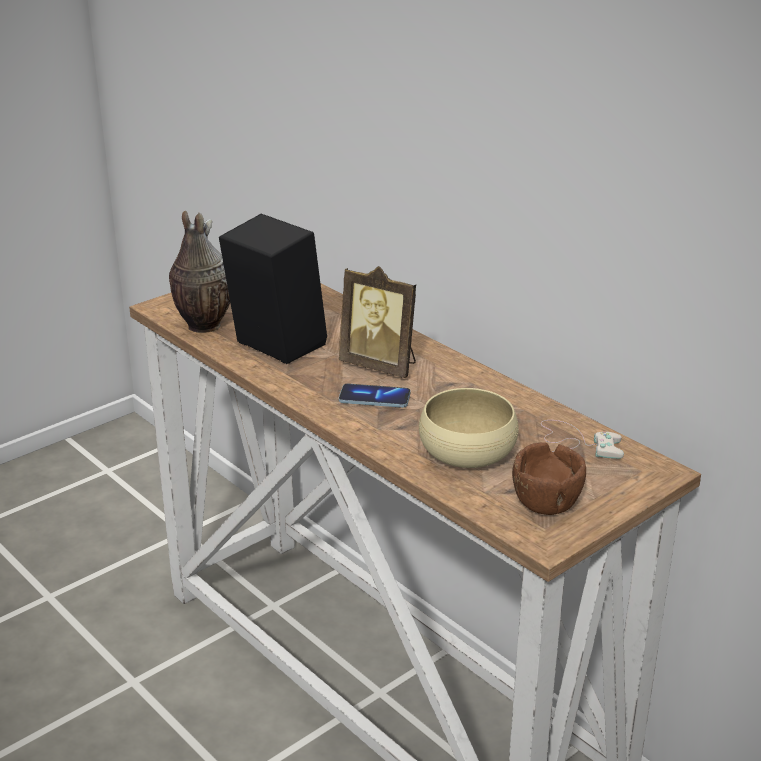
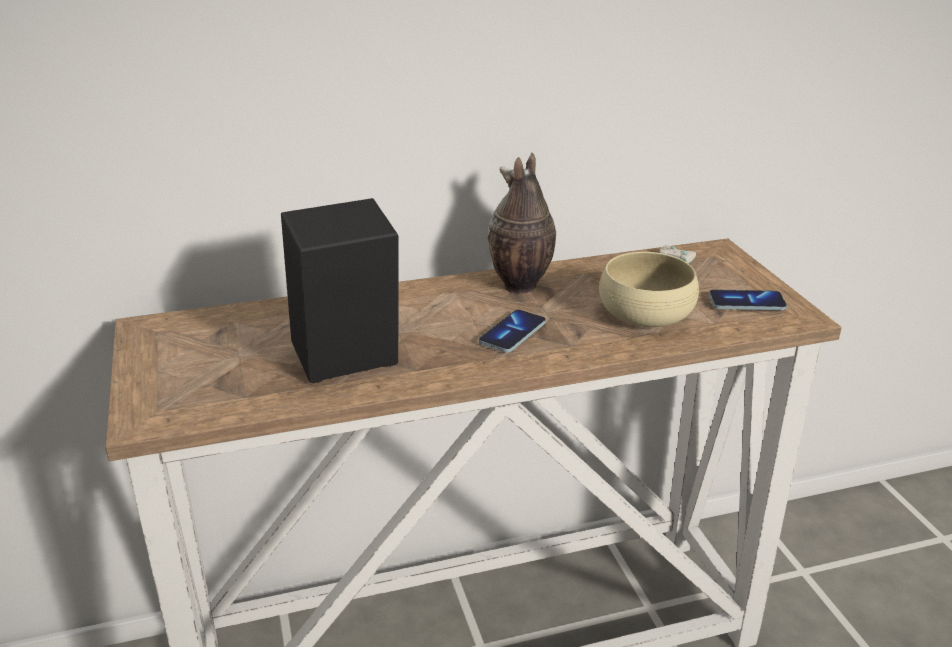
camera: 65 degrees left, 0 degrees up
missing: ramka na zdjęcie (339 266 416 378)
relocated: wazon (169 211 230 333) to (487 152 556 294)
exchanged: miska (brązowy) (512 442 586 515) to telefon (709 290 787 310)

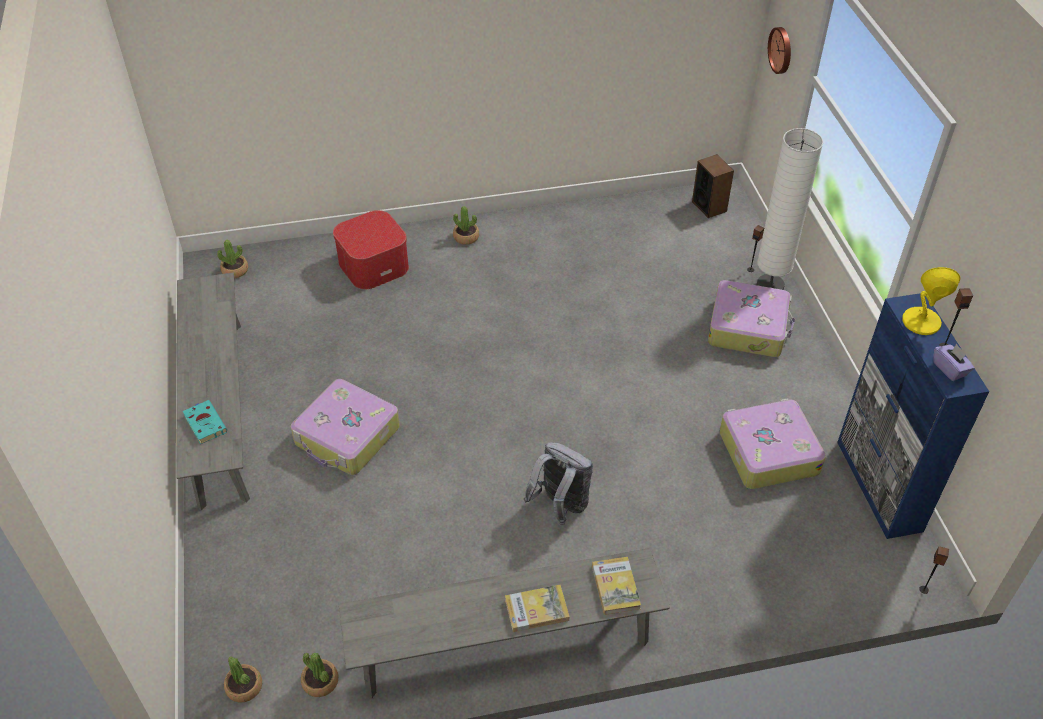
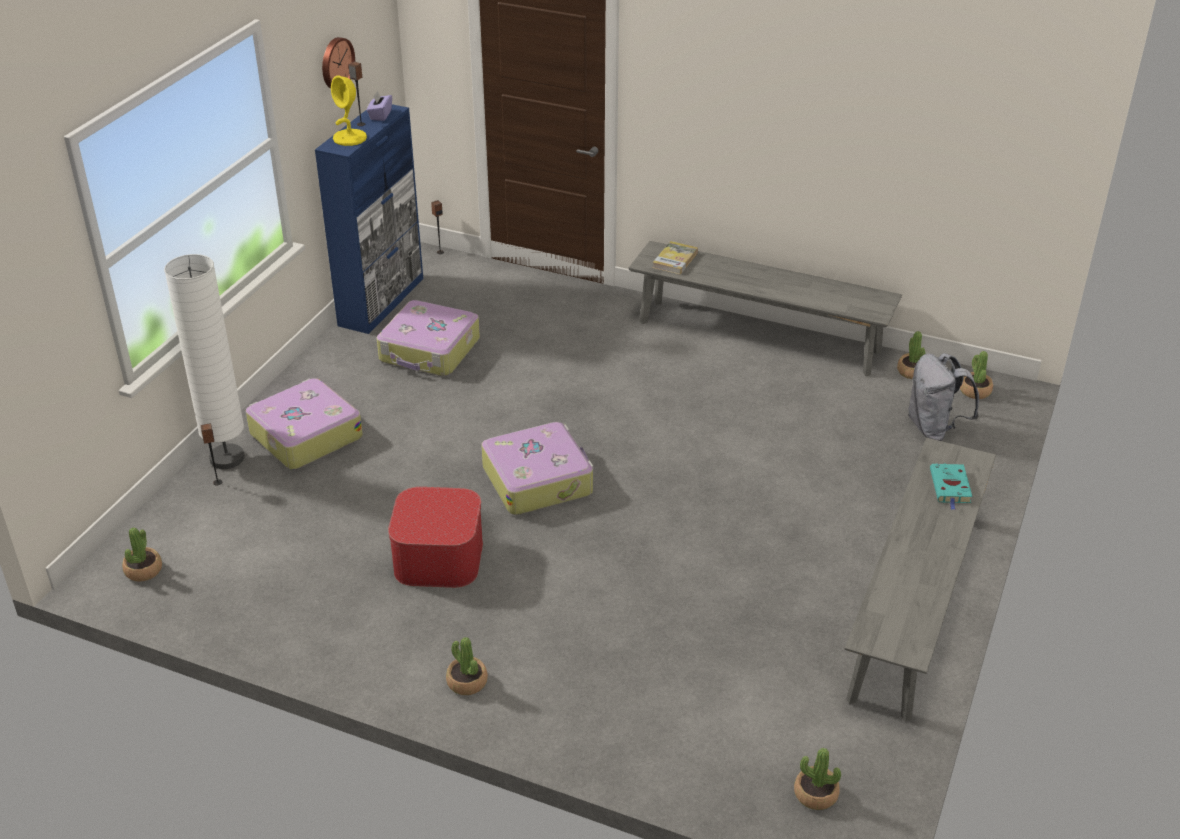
camera: 145 degrees left, 10 degrees down
missing: książka (505 585 570 632)
relocated: walizka (291 379 400 475) to (481 422 593 515); pufa (333 210 409 289) to (388 487 483 588); plecak (szary) (524 442 593 525) to (908 353 979 441); zegar ścienny (768 27 791 74) to (322 37 355 89)
exchanged: głośnik (692 154 734 218) to roślina doniczkowa (122 528 162 581)

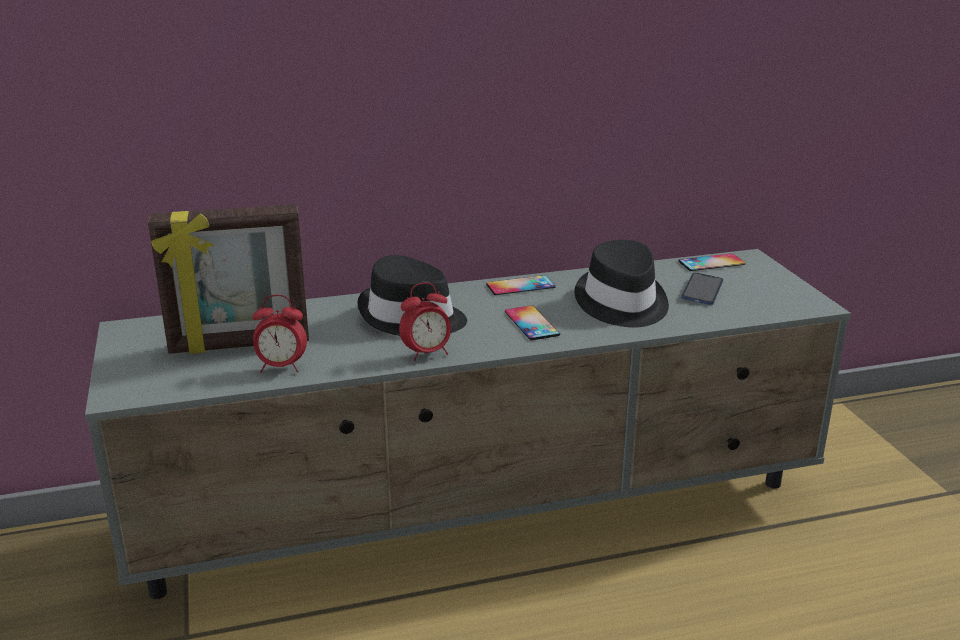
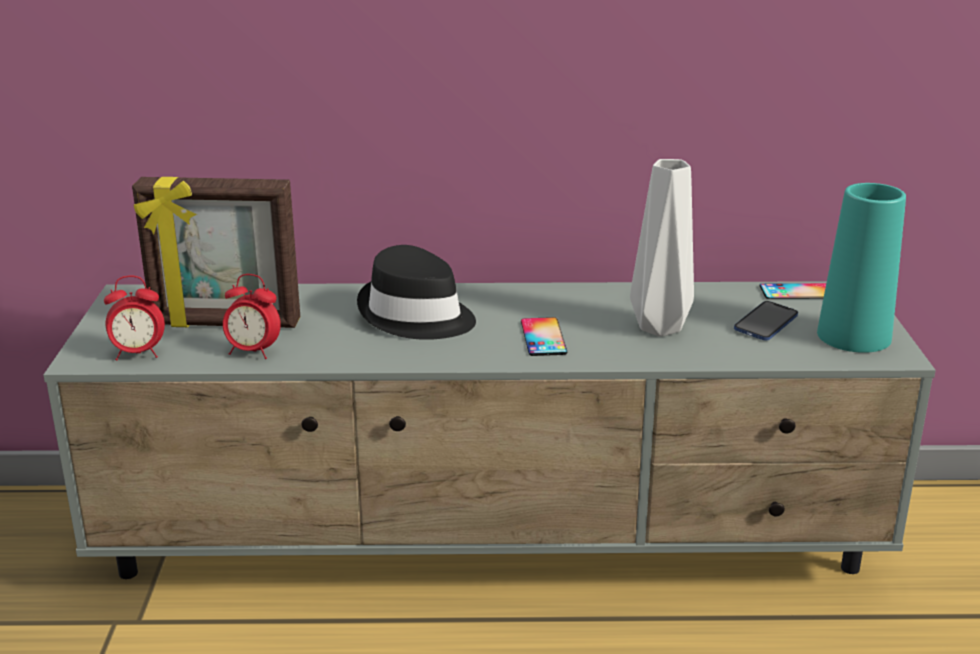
camera: 15 degrees right, 0 degrees up
missing: telefon (486 275 555 295)
appeared: wazon (turkusowy) (817 183 906 353)
relocated: budzik (399 282 451 361) to (104 276 165 361)
exchanged: kapelusz (czarny) (574 240 669 328) to wazon (szary) (630 159 694 337)

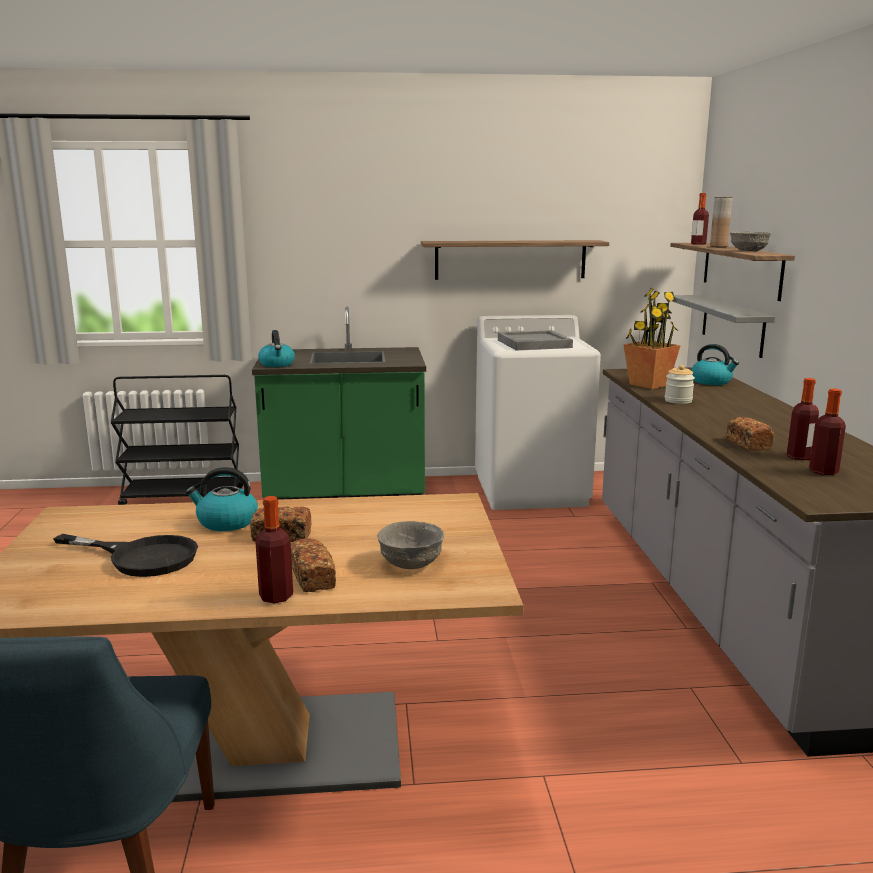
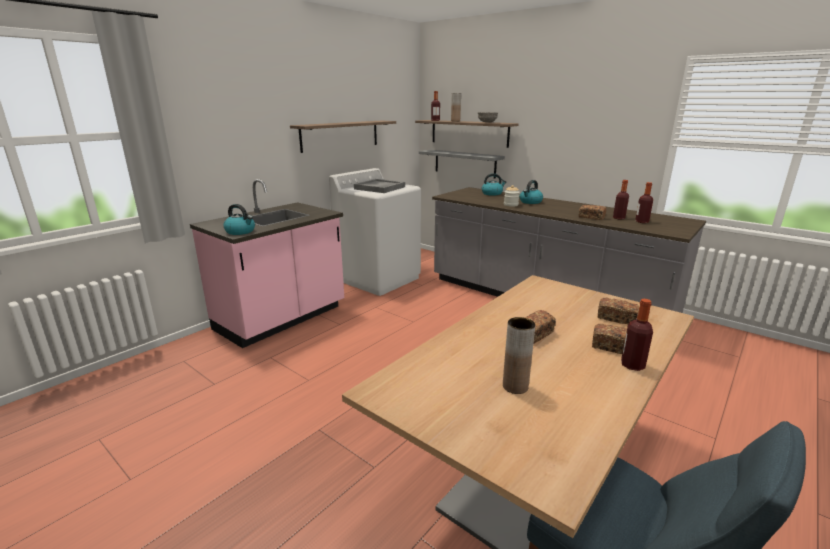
camera: 45 degrees left, 5 degrees up
missing: wózek (czarny) (111 375 243 505); roślina doniczkowa (623 288 681 389)
relocated: czajnik (186 467 258 531) to (519 180 543 204)
exchanged: patelnia (czarny) (53 534 198 577) to wazon (brązowy) (503 317 535 394); miska (szary) (378 521 444 569) to chleb (598 298 639 324)
colour: zabudowa kuchenna (zielony) (252 307 426 500) to zabudowa kuchenna (różowy) (190 179 344 348)

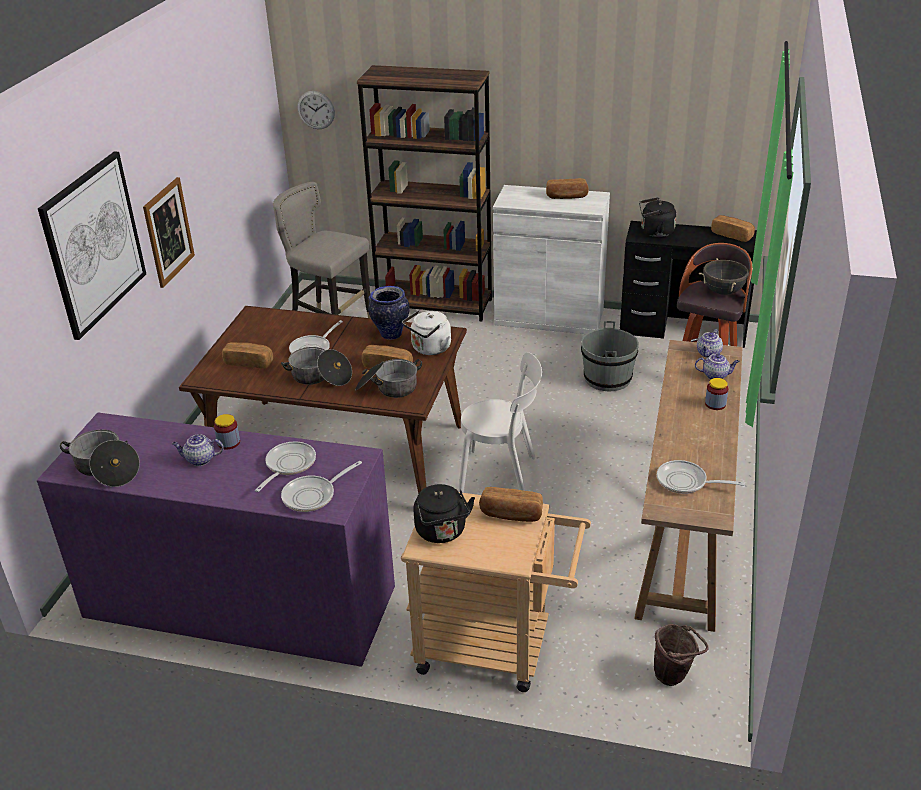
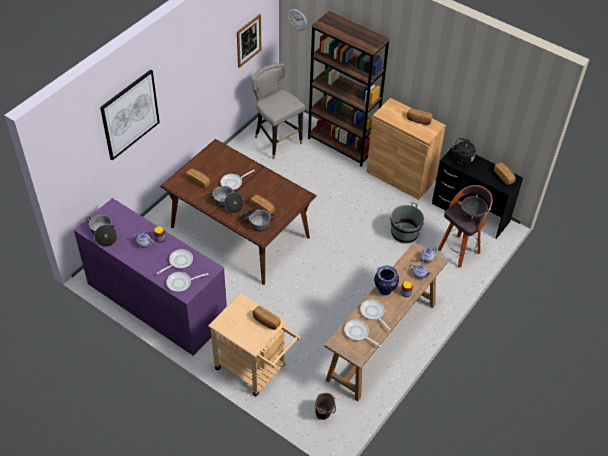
camera: 20 degrees right, 15 degrees up
missing: czajnik (biały) (402 310 451 355); czajnik (czarny) (413 484 475 543); krzesło (biały) (458 352 542 493)
appeared: patelnia (360 299 391 330)
relocated: obraz (143 177 195 288) to (237 14 261 68); wazon (368 286 410 340) to (374 266 399 295)
colour: szafka (biały) (493 185 610 334) to szafka (brązowy) (366 98 446 200)

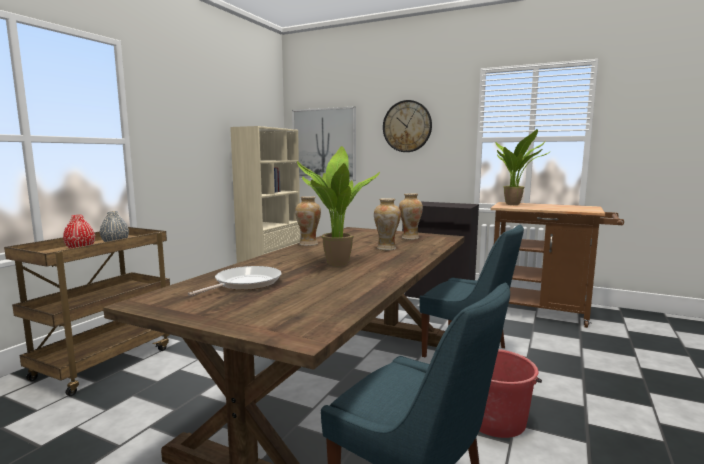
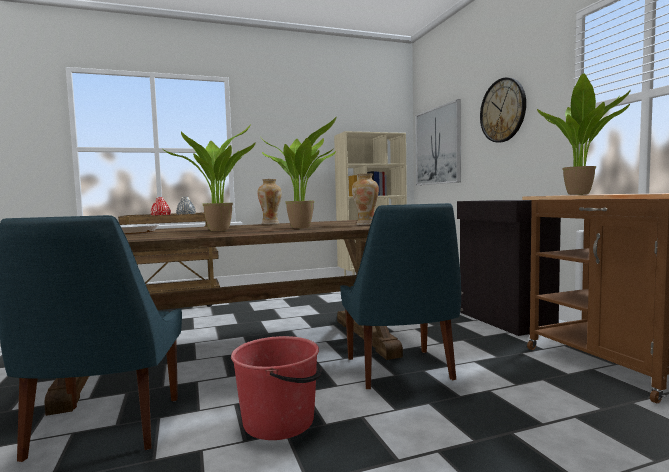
camera: 45 degrees right, 5 degrees down
exchanged: wazon (374 198 401 251) to roślina doniczkowa (261 117 336 228)

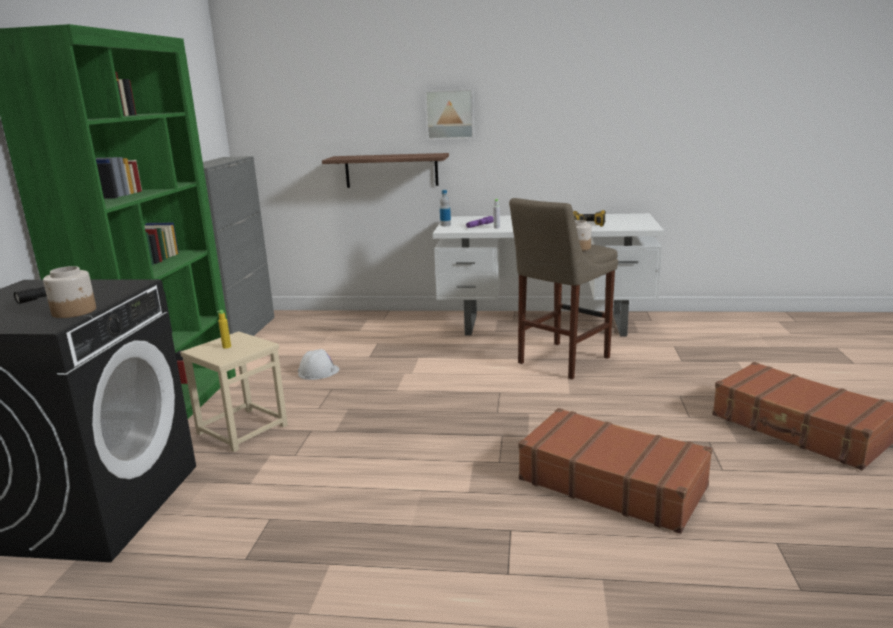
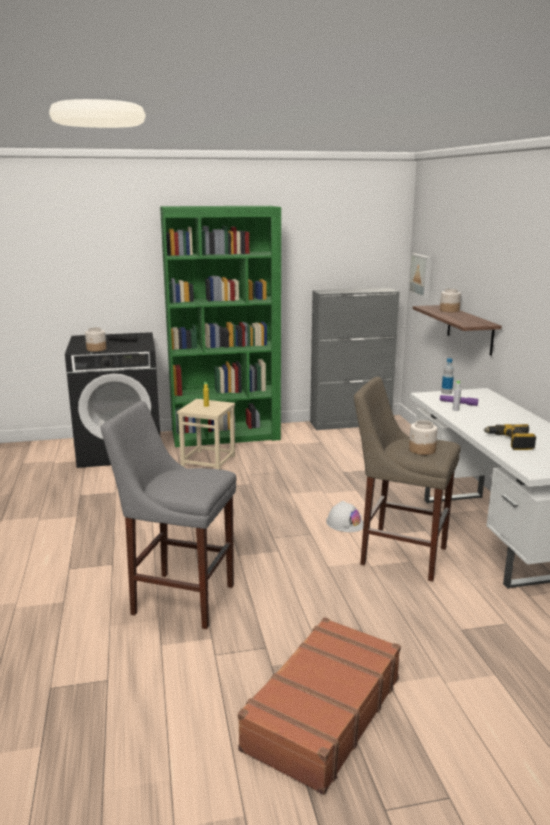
camera: 70 degrees right, 0 degrees up
appeared: słoik (440 289 461 312)
relocated: kask (biały) (298 349 339 380) to (326 501 364 532); obraz (424 88 475 140) to (408 253 432 298)
exchanged: walizka (brązowy) (518 408 712 534) to stołek (szary) (101 401 236 629)

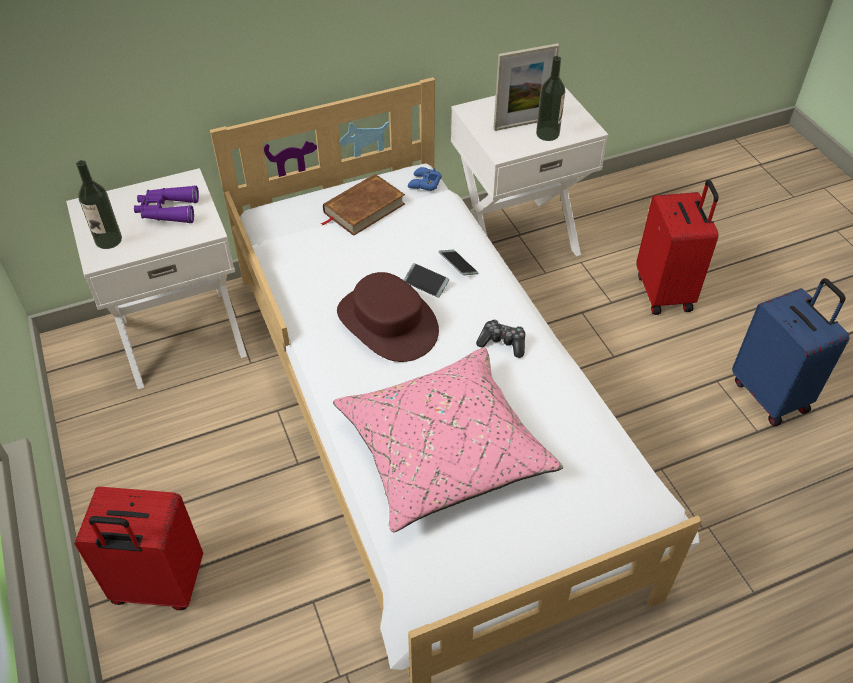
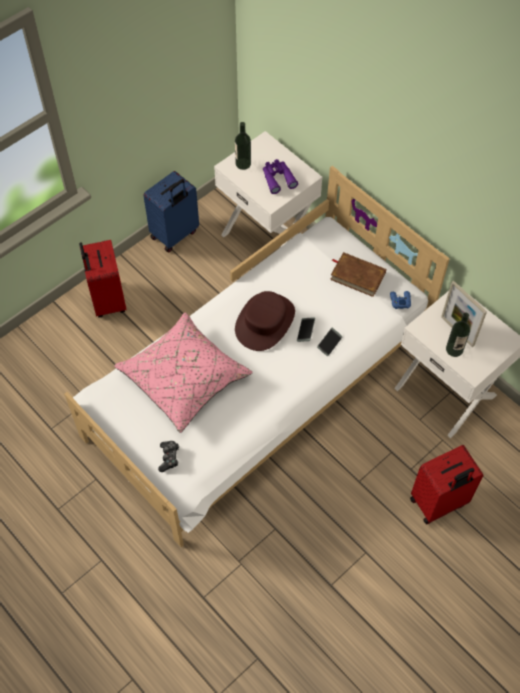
camera: 70 degrees right, 10 degrees up
relocated: pad do gier (476 320 525 358) to (158 441 179 472); walizka (niebieski) (732 278 849 426) to (143 171 199 252)

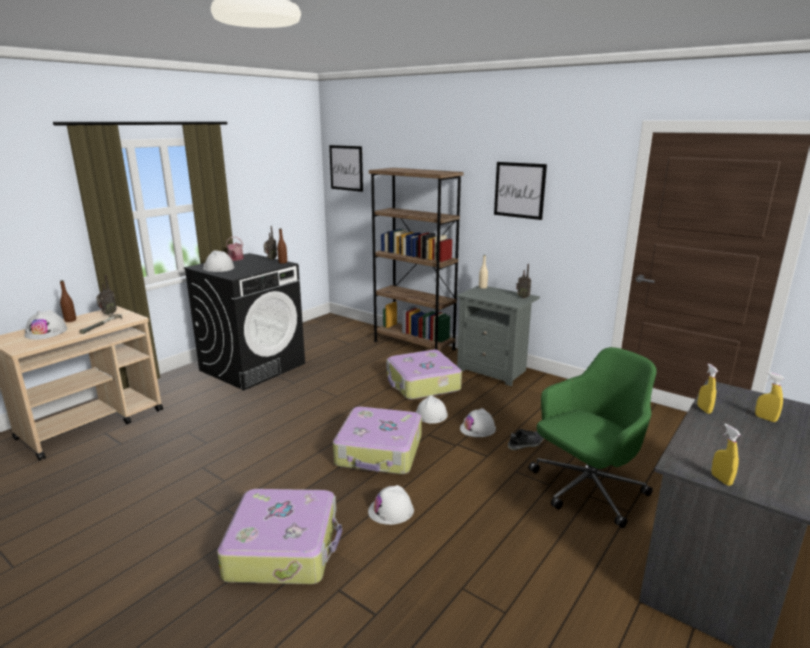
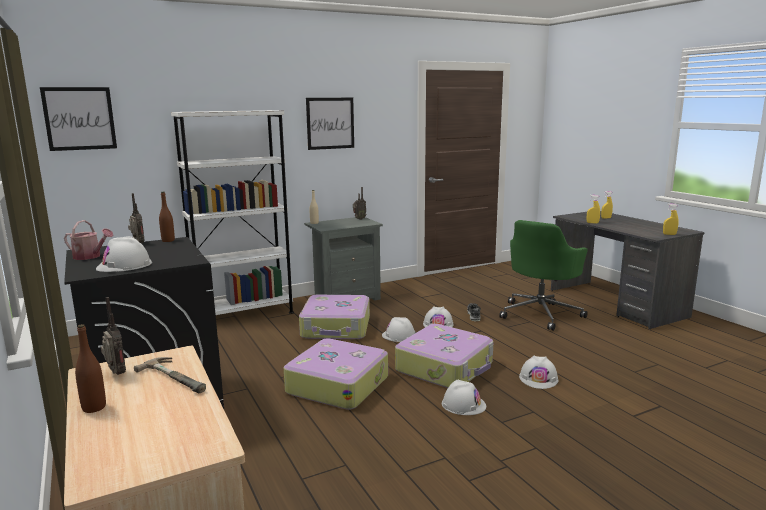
camera: 65 degrees left, 5 degrees down
relocated: kask (biały) (24 310 67 340) to (442 380 486 415); walizka (217 489 342 584) to (284 338 388 410)
colour: regał (brązowy) (369 168 463 350) to regał (biały) (171 110 294 315)
spun: krzesło biurowe (zielony) (529 347 657 528) = (499 220 588 331) 135 degrees counterclockwise

